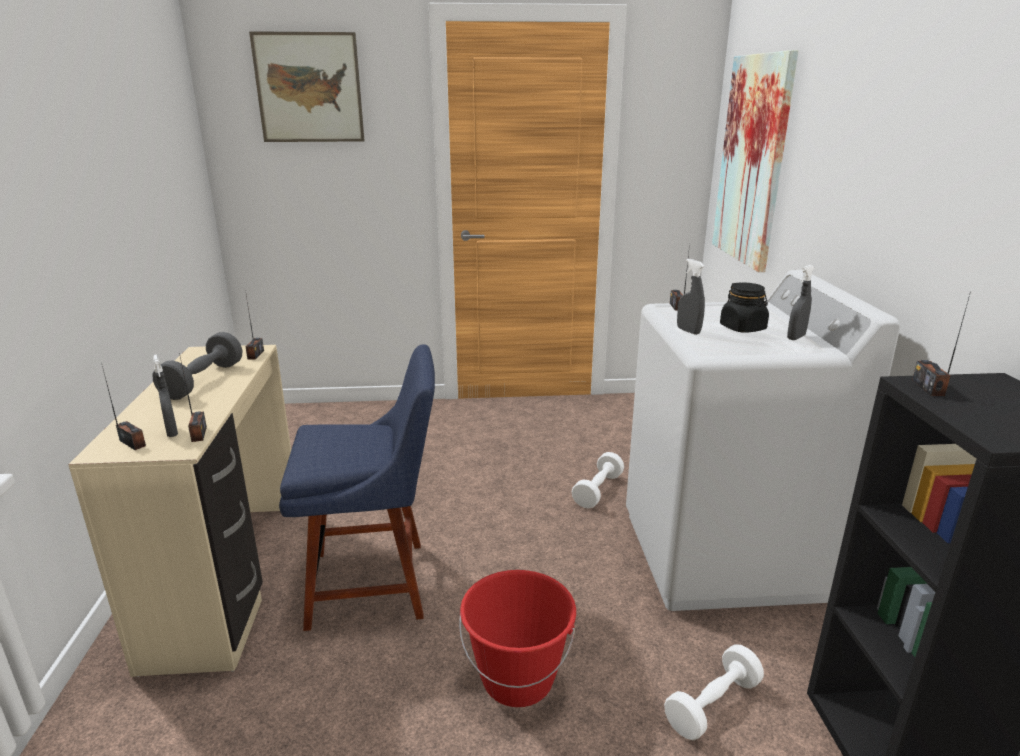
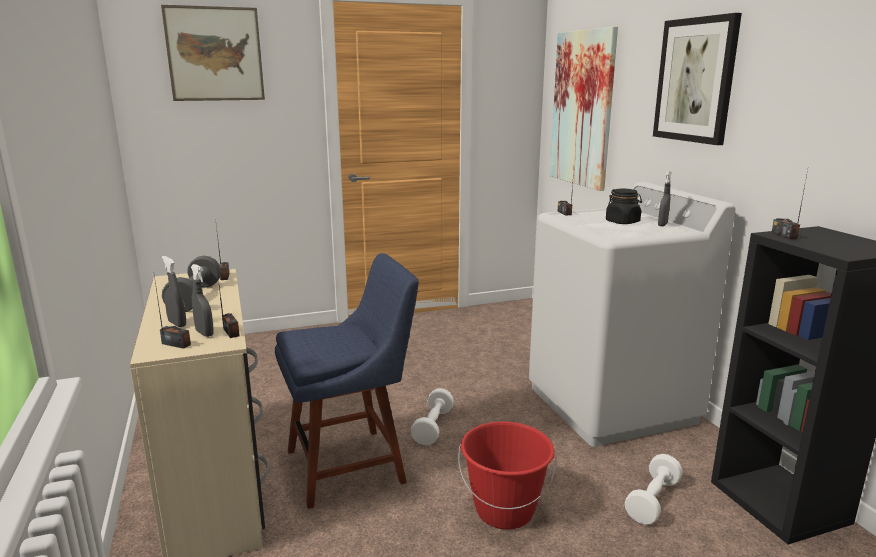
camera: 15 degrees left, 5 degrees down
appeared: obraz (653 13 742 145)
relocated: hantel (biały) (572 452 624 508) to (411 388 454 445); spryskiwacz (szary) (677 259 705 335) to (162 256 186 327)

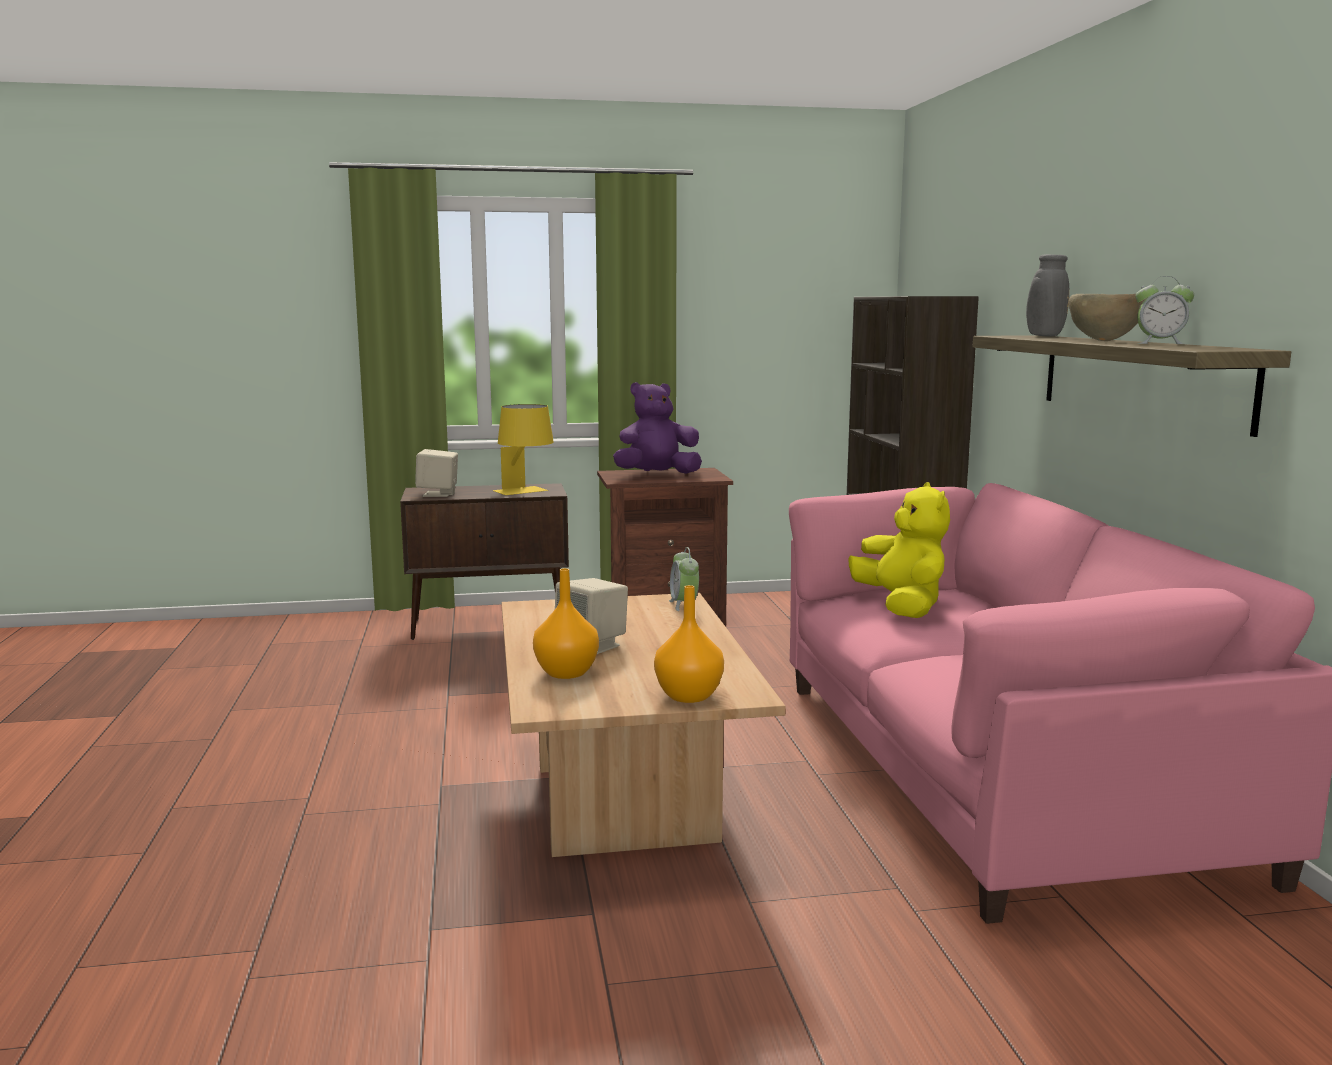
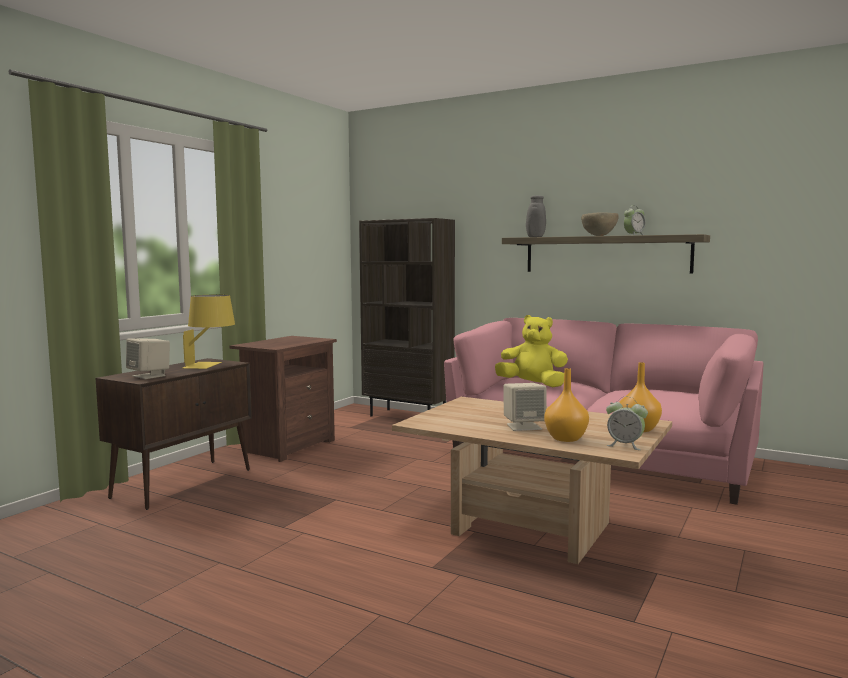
camera: 50 degrees left, 5 degrees down
missing: pluszak (fioletowy) (613 382 702 474)
relocated: budzik (669 547 699 611) to (606 397 648 450)

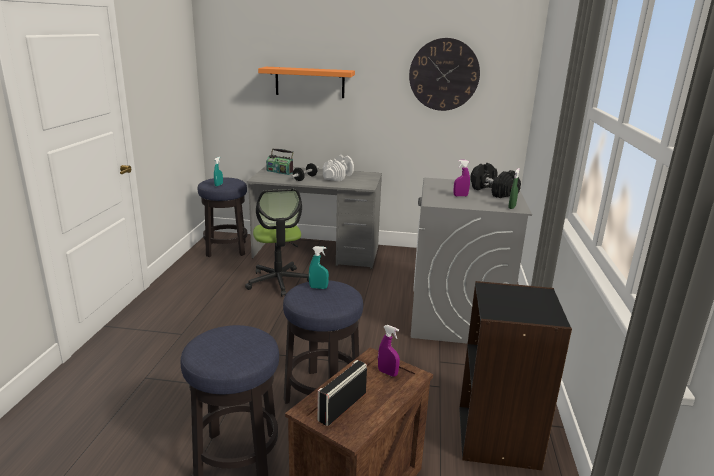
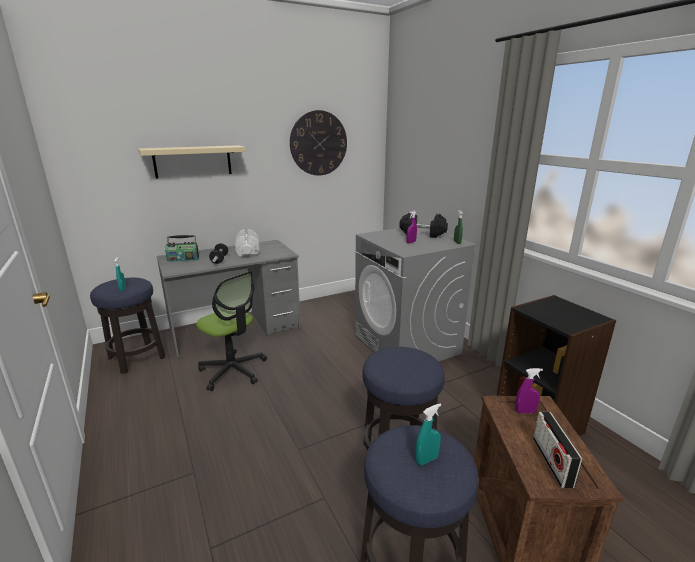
camera: 35 degrees left, 0 degrees up
relocated: spryskiwacz (turkusowy) (309 246 329 289) to (415 404 441 465)
colour: półka (pomarańczowy) (258 67 355 98) to półka (beżowy) (138 145 246 178)

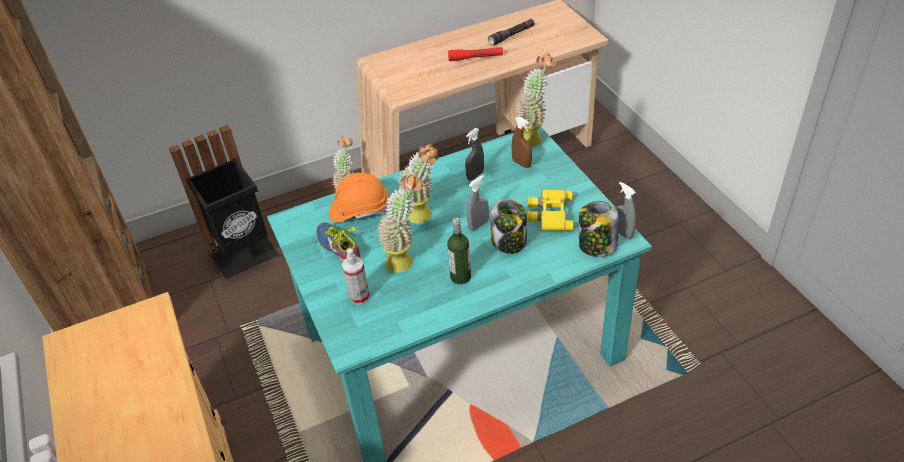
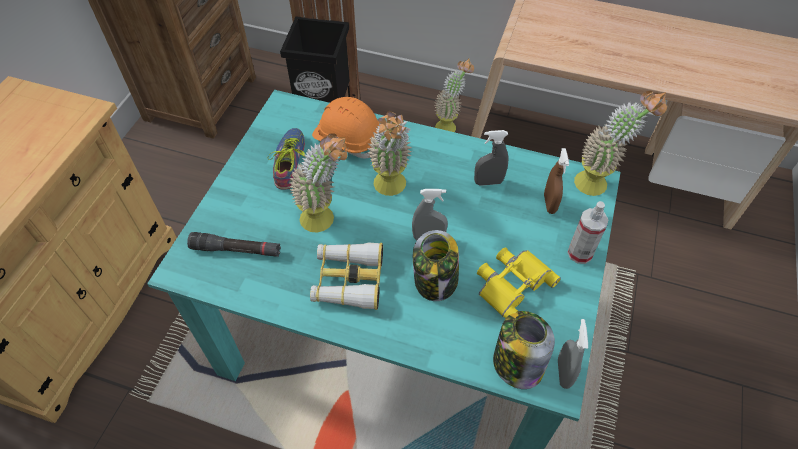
camera: 40 degrees right, 10 degrees up
missing: latarka (czerwony) (448 47 503 61)
relocated: spryskiwacz (342 249 370 305) to (567 201 609 264); latarka (czarny) (488 19 535 46) to (187 232 281 257)
exchanged: butelka (447 218 471 284) to lornetka (310 243 383 310)

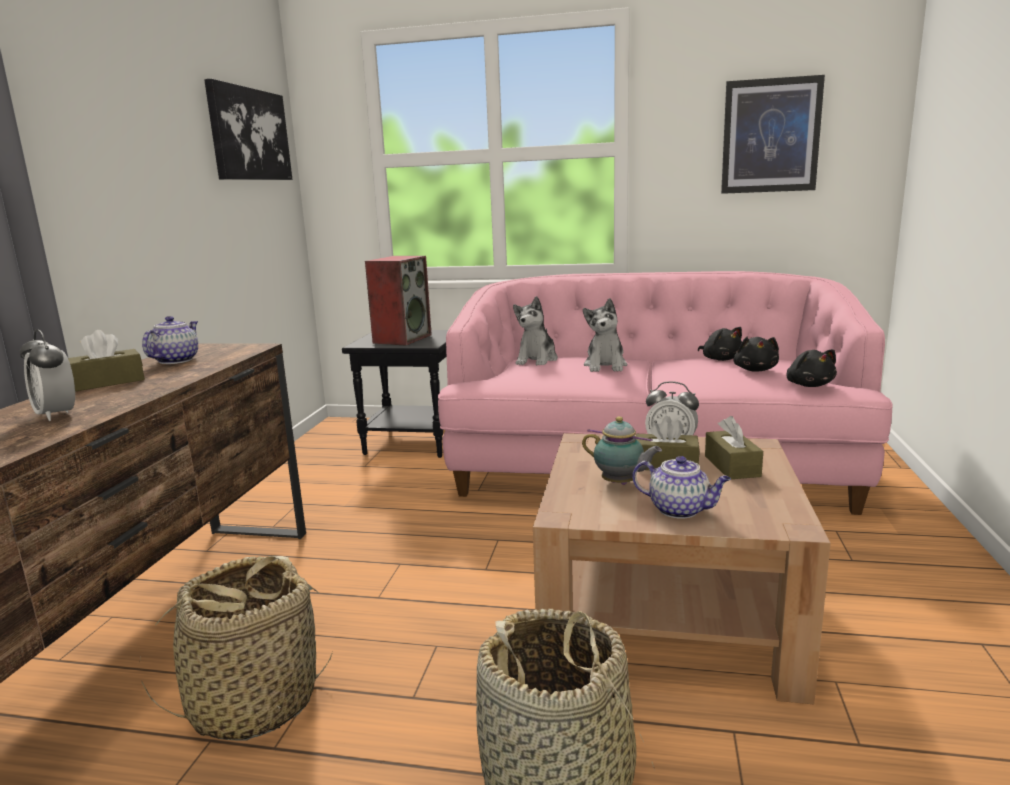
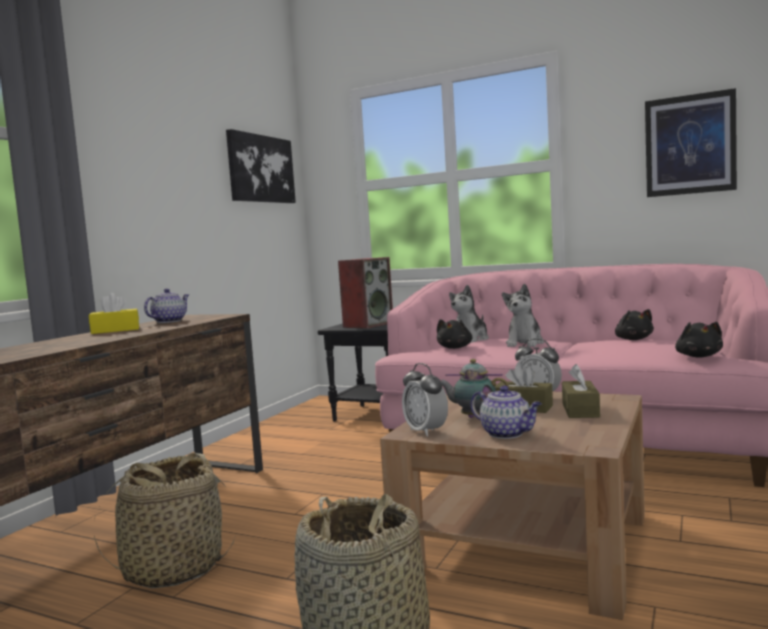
camera: 15 degrees right, 10 degrees down
relocated: budzik (20 329 75 421) to (402 363 448 437); pluszak (czarny) (733 337 779 372) to (437 319 472 349)
colour: pudełko chusteczek (brązowy) (68 330 145 391) to pudełko chusteczek (żółty) (89 293 139 334)
spun: imbryk (582 416 662 485) = (441 359 509 418) 150 degrees clockwise

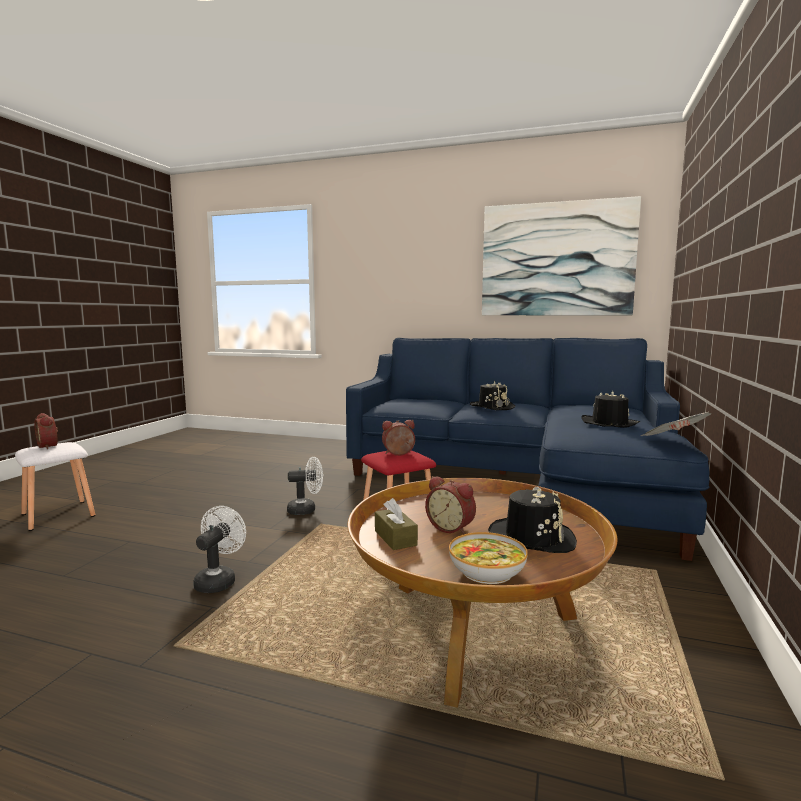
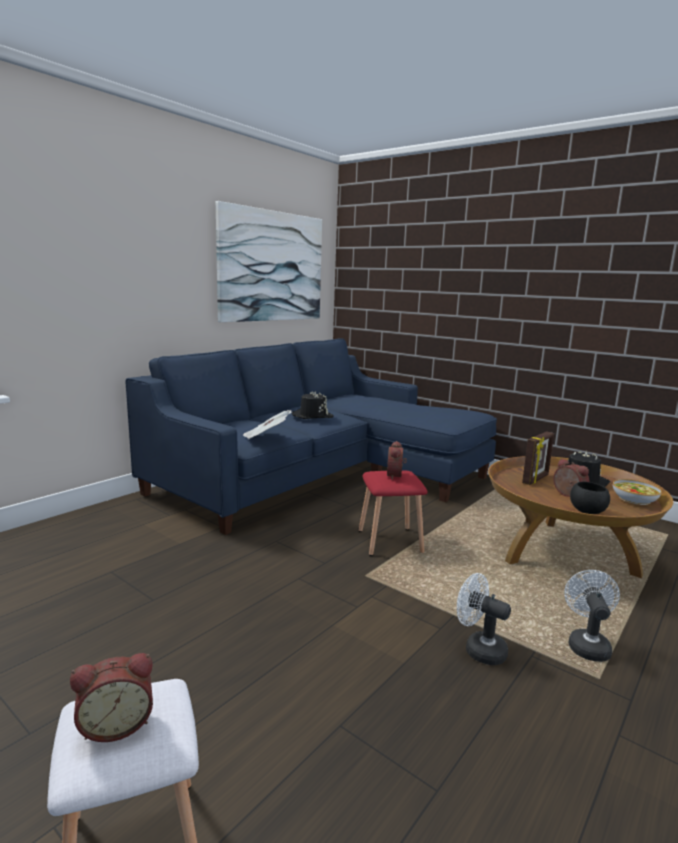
camera: 70 degrees left, 5 degrees up
missing: kapelusz (czarny) (582 391 640 428)
appeared: ramka na zdjęcie (522 431 554 485)
relocated: wentylator (biały) (287 457 323 515) to (564 570 620 662); gazeta (641 412 711 436) to (243 410 292 439)
exchanged: pudełko chusteczek (brązowy) (375 498 418 550) to miska (czarny) (570 482 610 514)
spun: budzik (425 476 476 534) = (553 459 590 497) 90 degrees counterclockwise

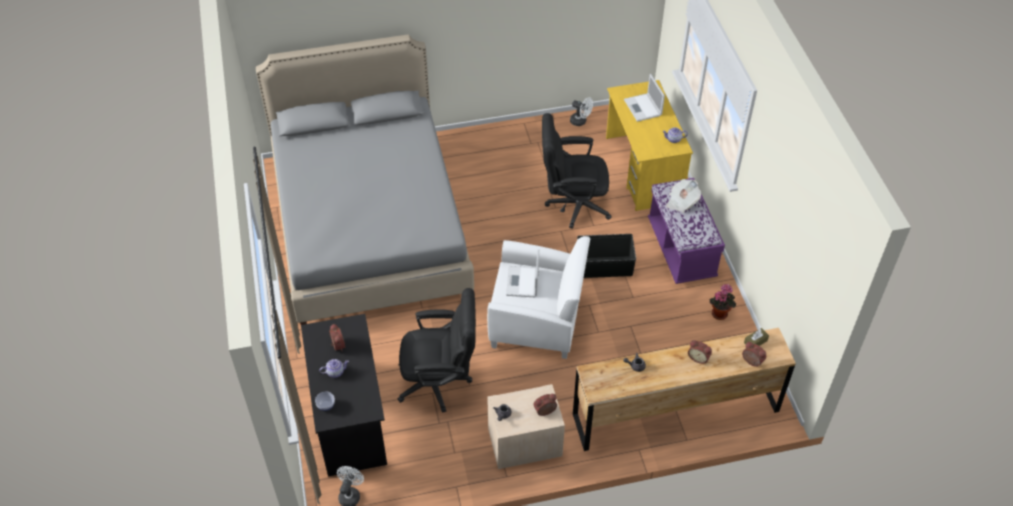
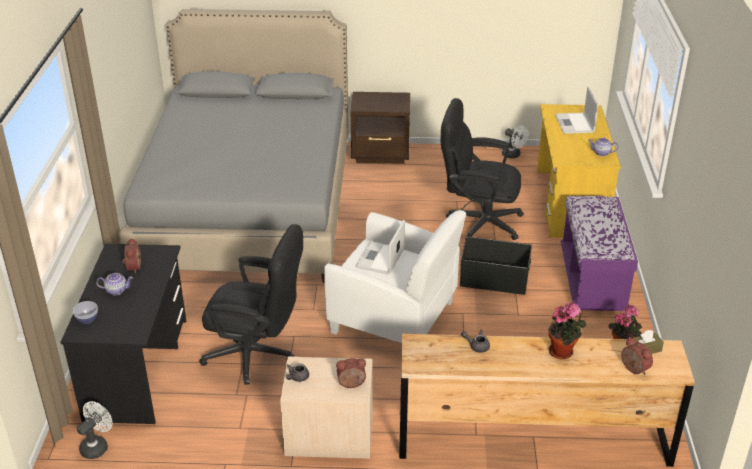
camera: 15 degrees right, 15 degrees down
missing: gazeta (666 179 701 213)
appeared: szafka nocna (brązowy) (351 92 410 164)
exchanged: budzik (688 340 712 364) to roślina doniczkowa (548 302 586 360)

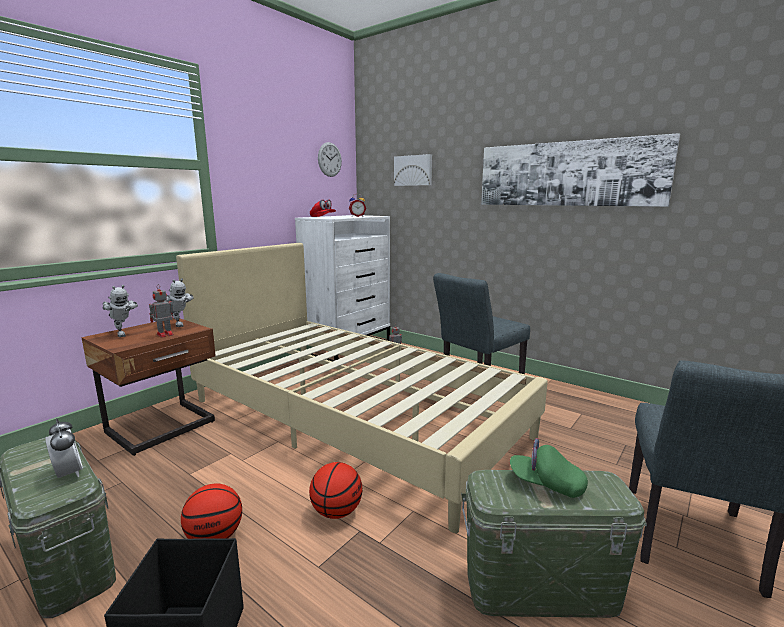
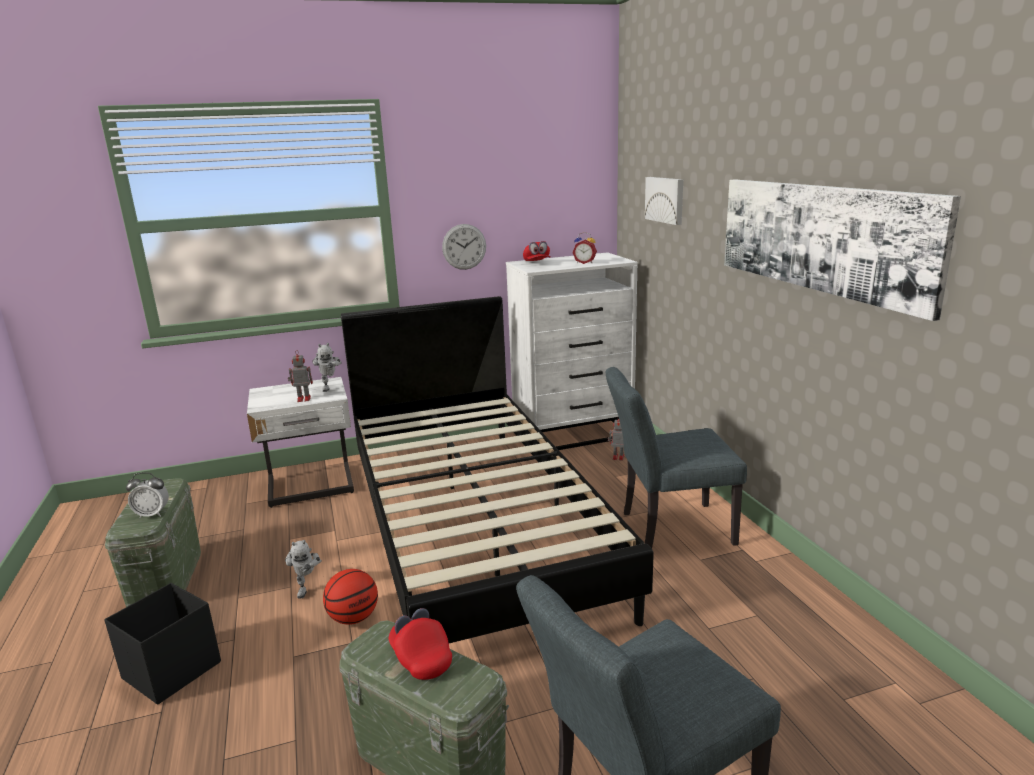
camera: 35 degrees right, 5 degrees up
missing: piłka do koszykówki (181 483 242 539)
relocated: robot zabawkowy (102 285 138 337) to (285 540 322 599); zegar ścienny (318 142 342 177) to (442 224 486 270)
colour: szafka nocna (brązowy) (81 318 216 456) to szafka nocna (biały) (247 377 354 508); łóżko (beżowy) (176 243 548 533) to łóżko (czarny) (341 296 654 643); czapka z daszkiem (zielony) (510 438 588 498) to czapka z daszkiem (czerwony) (389 608 452 680)
spun: budzik (45 418 83 478) = (126 472 169 518) 90 degrees clockwise

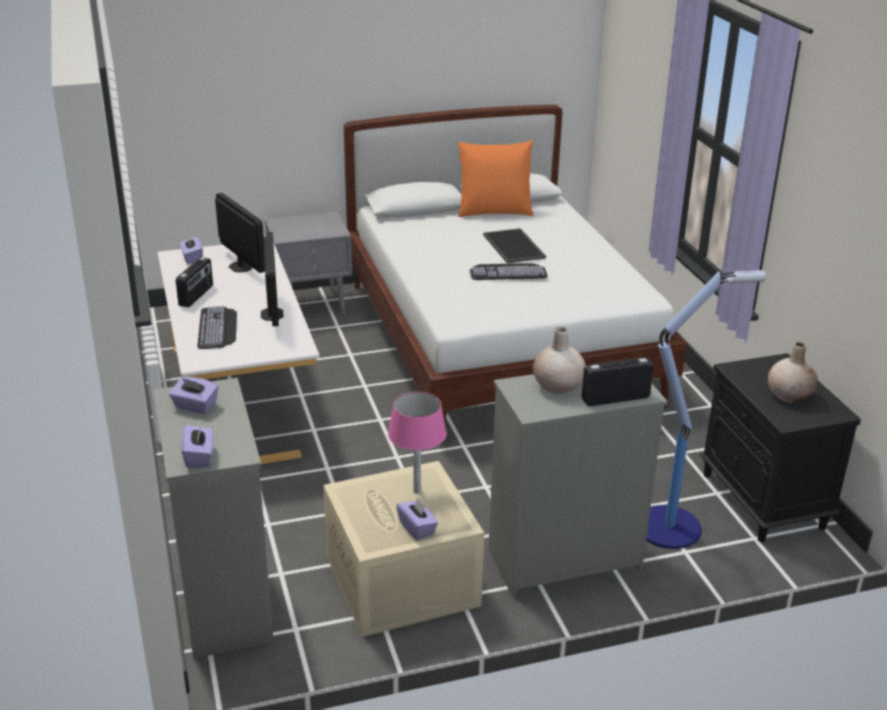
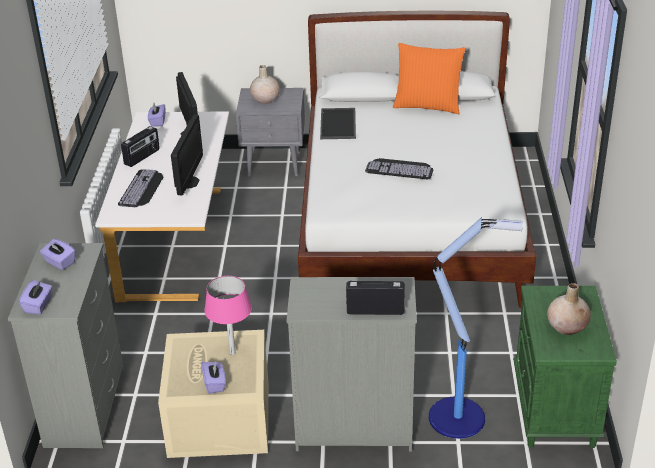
camera: 20 degrees right, 5 degrees up
relocated: taca (483 228 546 263) to (320 108 356 139); wazon (beżowy) (533 327 586 394) to (250 65 280 104)
colour: szafka nocna (czarny) (699 353 861 542) to szafka nocna (zielony) (513 286 617 448)

